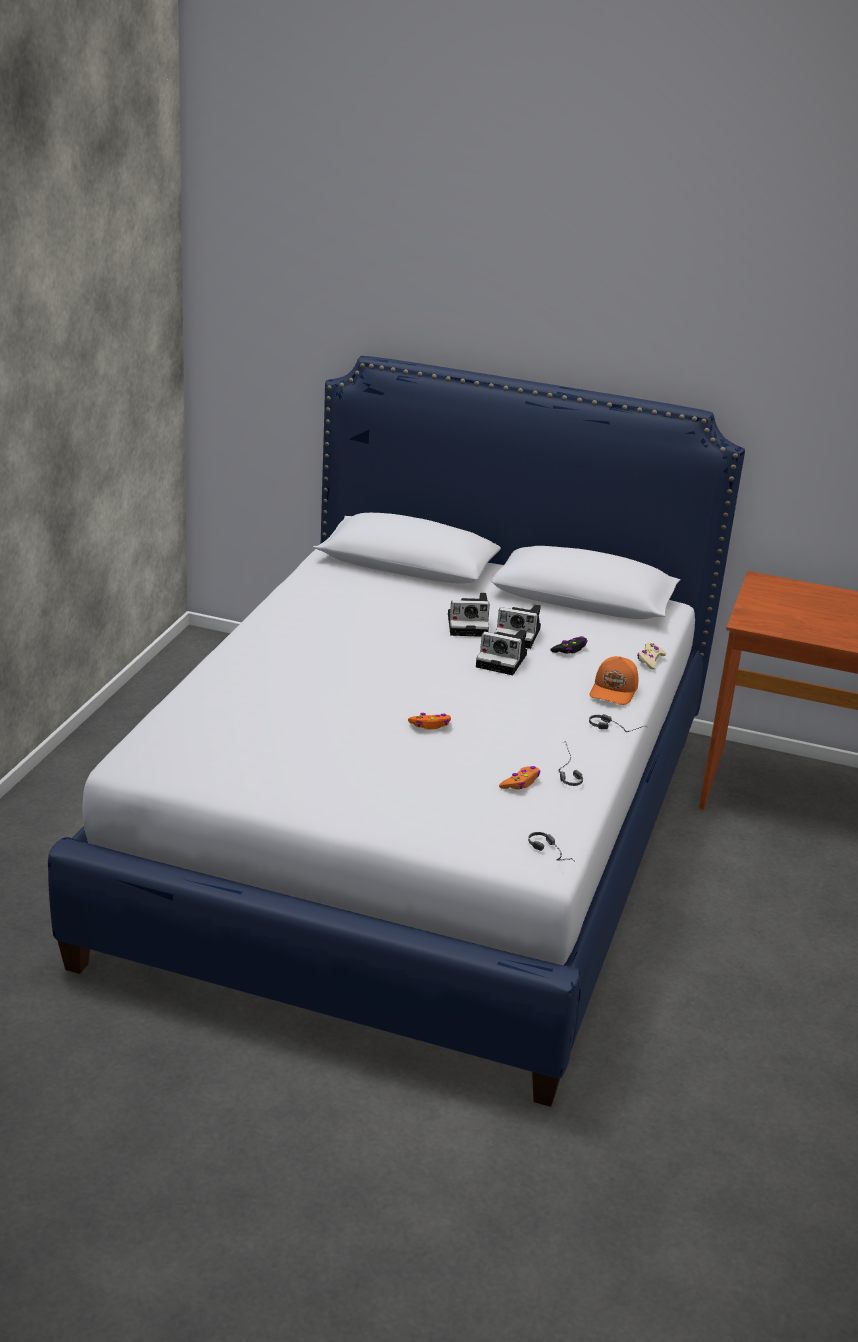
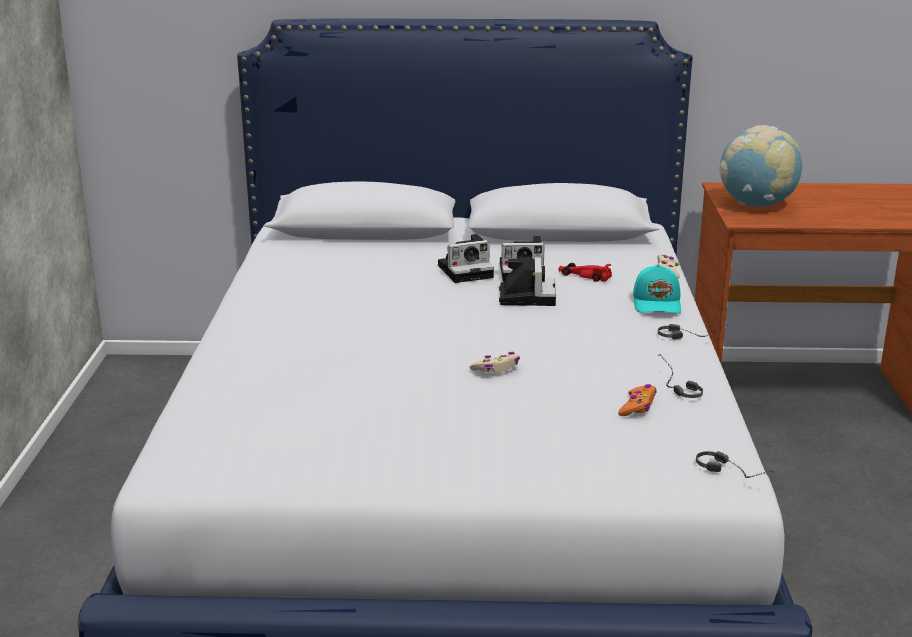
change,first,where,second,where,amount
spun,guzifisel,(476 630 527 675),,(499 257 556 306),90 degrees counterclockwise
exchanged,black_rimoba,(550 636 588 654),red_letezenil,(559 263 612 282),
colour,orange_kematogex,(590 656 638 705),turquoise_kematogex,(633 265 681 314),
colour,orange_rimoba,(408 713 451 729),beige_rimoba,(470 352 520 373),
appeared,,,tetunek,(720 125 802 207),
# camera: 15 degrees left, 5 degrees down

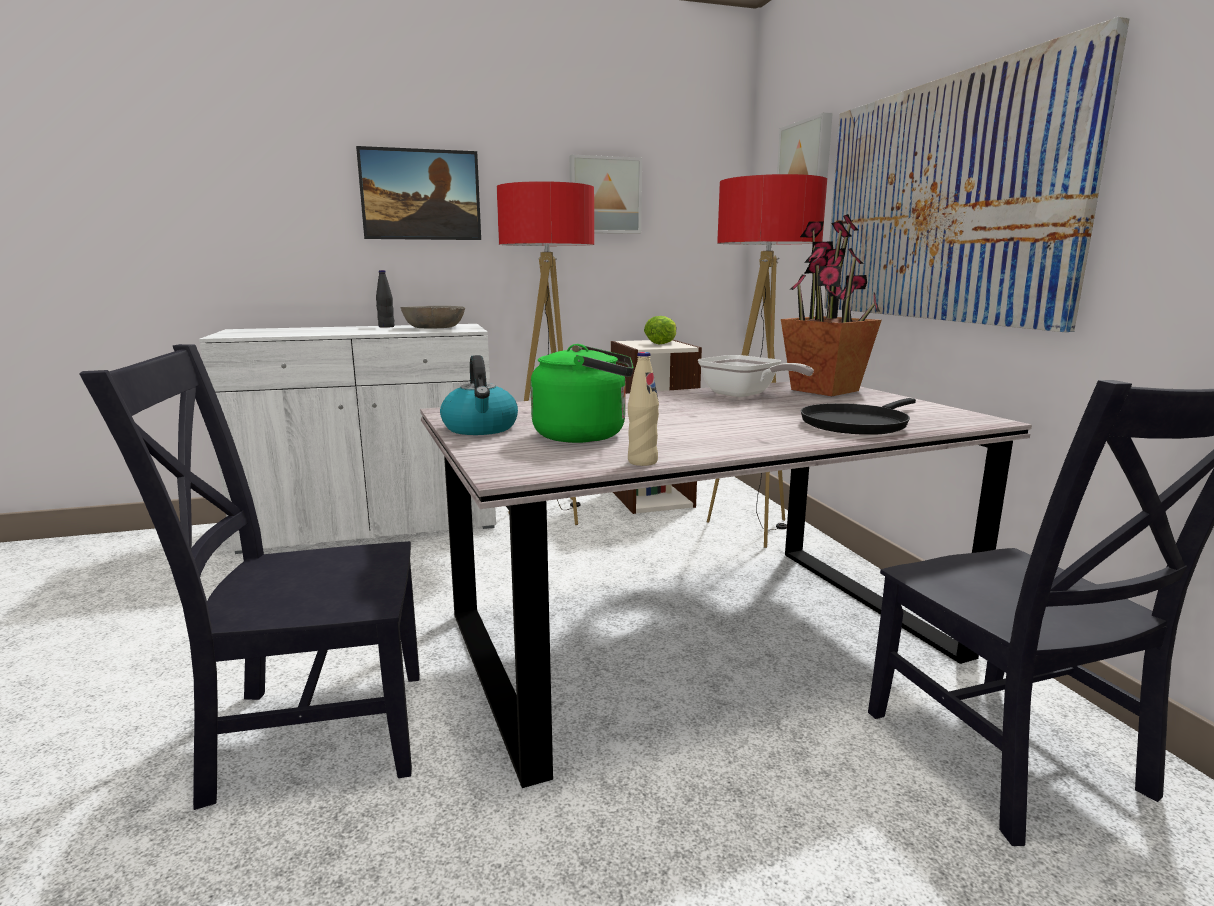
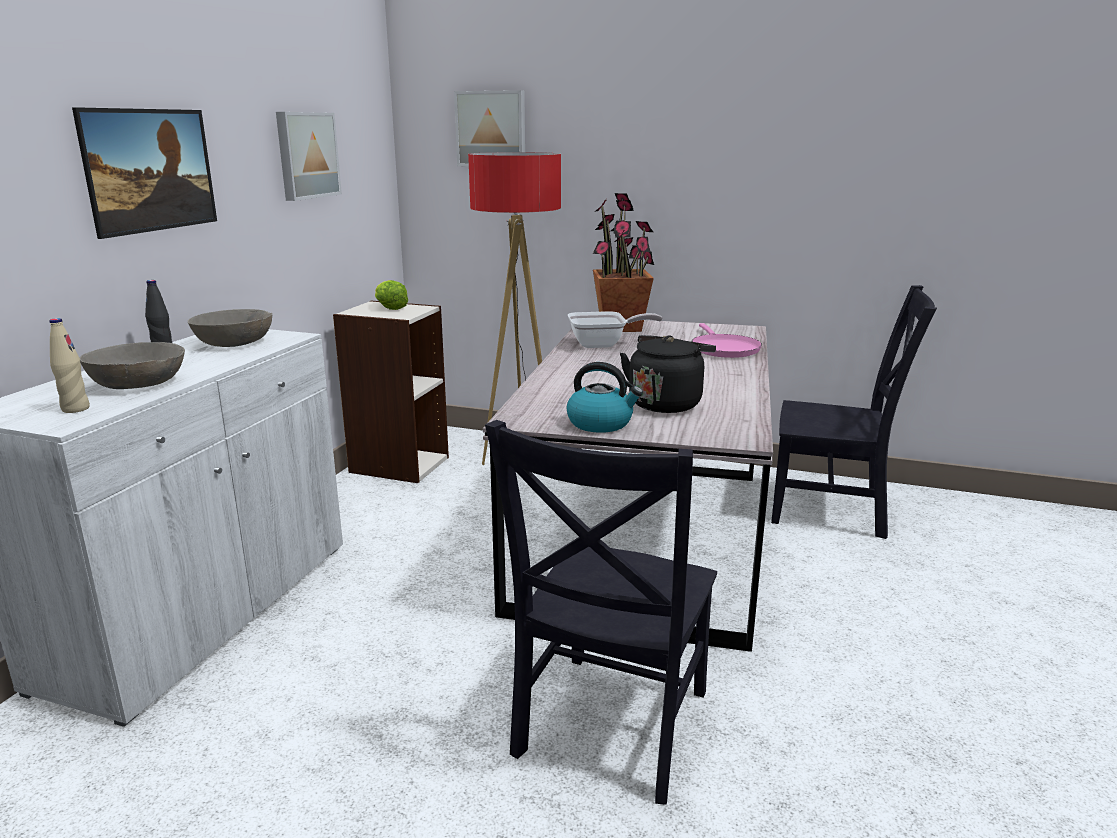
change,first,where,second,where,amount
missing,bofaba,(824 17 1130 332),,,
missing,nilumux,(497 181 594 525),,,
colour,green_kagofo,(530 344 634 443),black_kagofo,(620 335 716 413),
relocated,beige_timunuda,(628 352 659 466),,(50 318 90 413),
colour,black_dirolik,(801 398 916 435),pink_dirolik,(692 323 762 358),
appeared,,,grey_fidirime,(79 342 185 389),
# camera: 55 degrees left, 5 degrees up

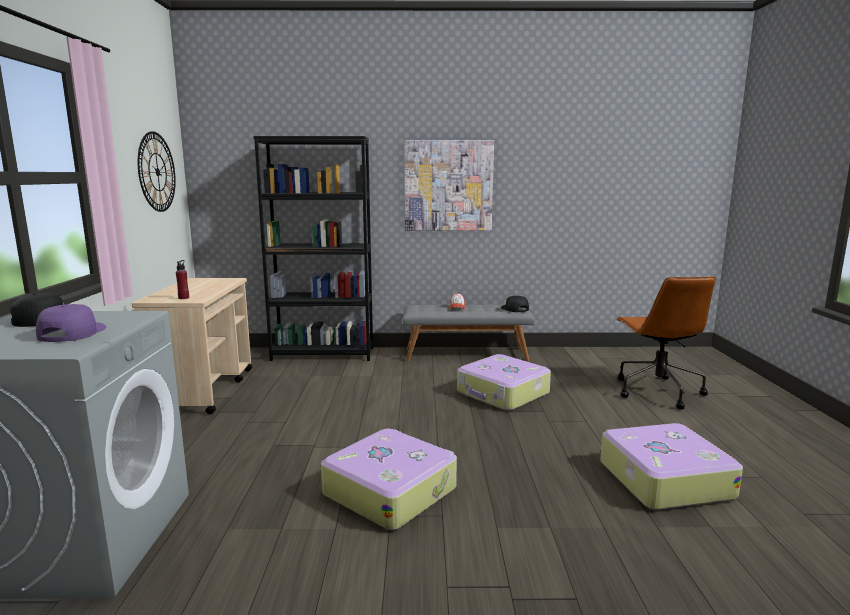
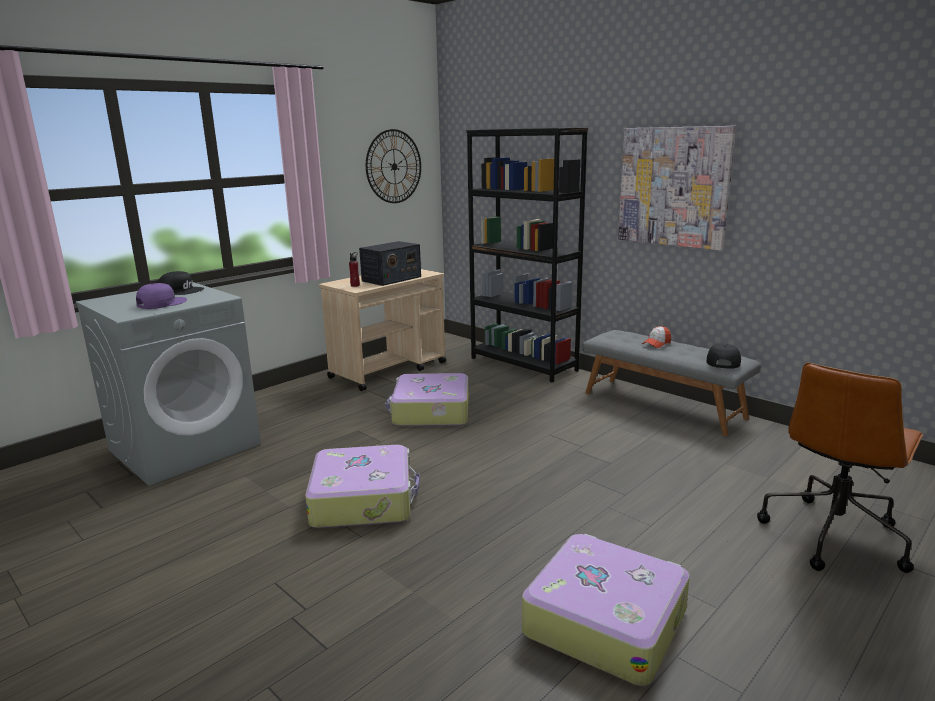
change,first,where,second,where,amount
relocated,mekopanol,(457 354 551 411),,(385 373 469 427),
appeared,,,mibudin,(359 241 421 286),
# camera: 45 degrees right, 5 degrees up

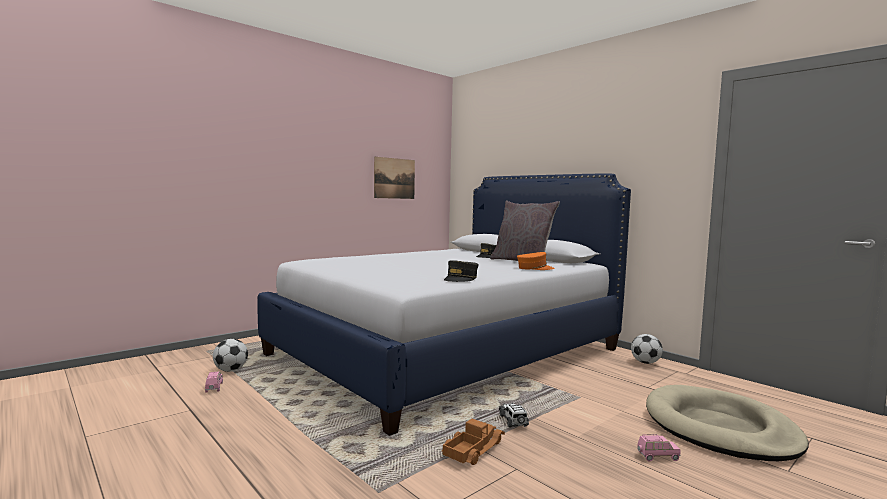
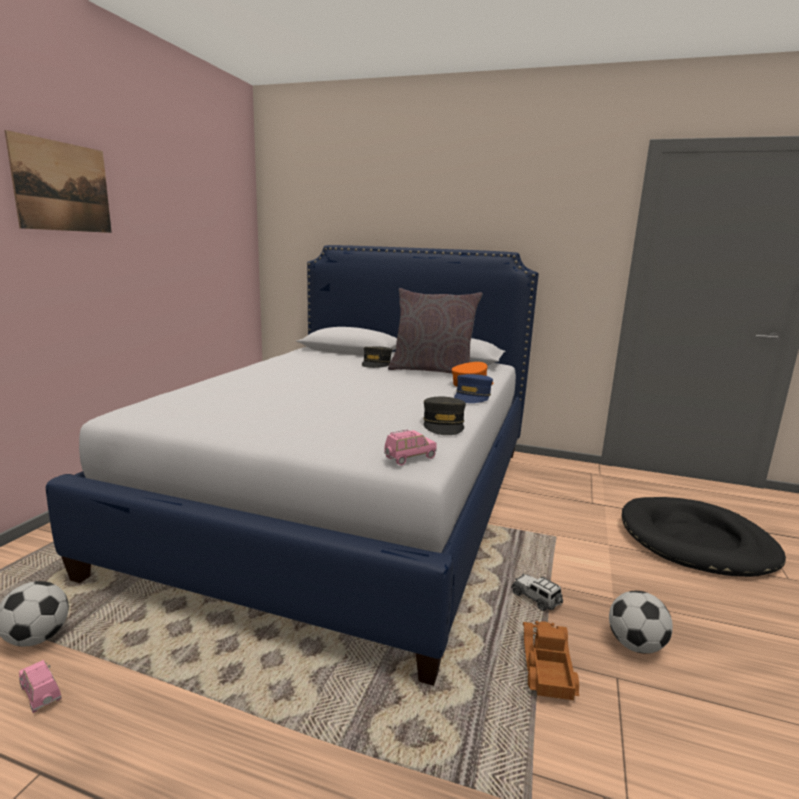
change,first,where,second,where,amount
relocated,bofaba,(374 157 415 199),,(5 130 112 233),
relocated,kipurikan,(631 334 663 364),,(609 591 673 654),
colour,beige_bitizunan,(646 385 809 461),black_bitizunan,(622 497 786 577),
relocated,pink_letezenil,(637 434 681 462),,(384 430 437 466),
appeared,,,blue_kematogex,(454 374 493 403),
# camera: 30 degrees left, 10 degrees up

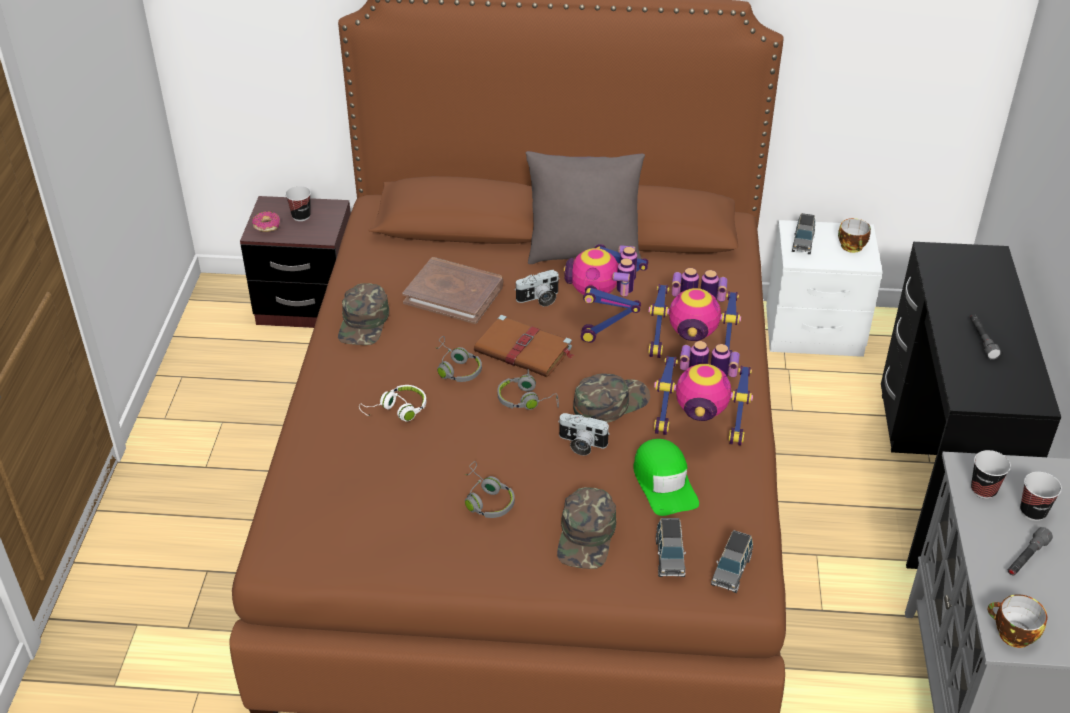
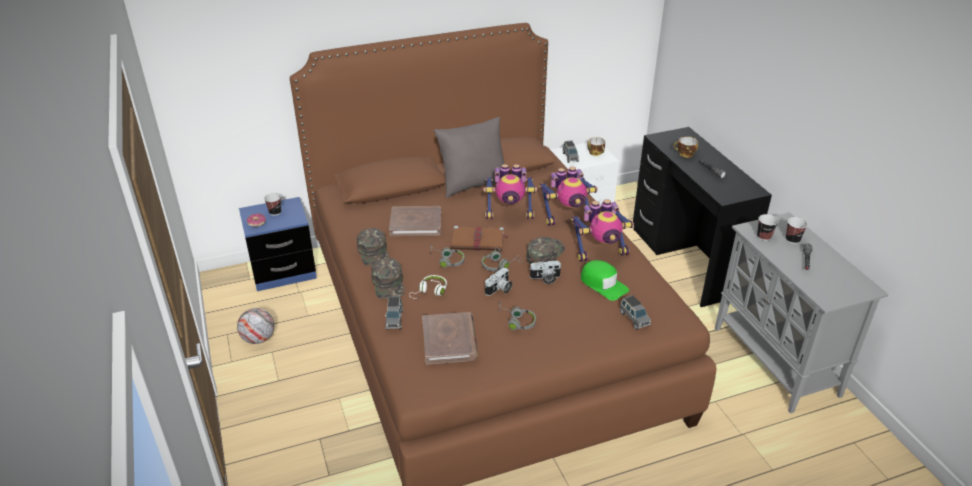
change,first,where,second,where,amount
colour,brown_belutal,(240 196 351 328),blue_belutal,(239 197 317 291),
spun,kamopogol,(563 244 648 343),,(484 164 537 219),75 degrees counterclockwise
relocated,guzifisel,(516 270 558 306),,(485 267 512 296),
relocated,green_kematogex,(557 487 616 569),,(371 258 405 299),
relocated,grey_letezenil,(711 530 753 593),,(385 296 403 330),
relocated,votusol,(988 594 1047 648),,(673 136 698 158),
appeared,,,kipurikan,(237 308 274 344),
appeared,,,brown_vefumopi,(422 312 478 364),
# camera: 25 degrees left, 5 degrees down

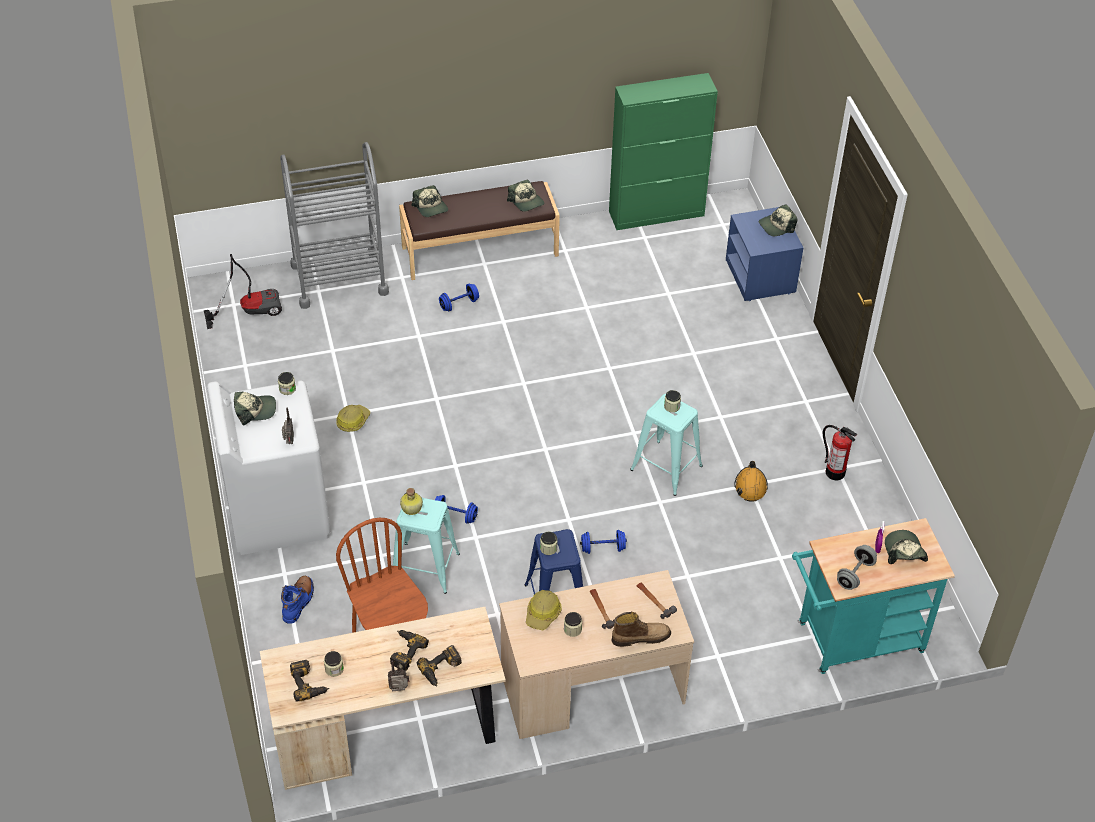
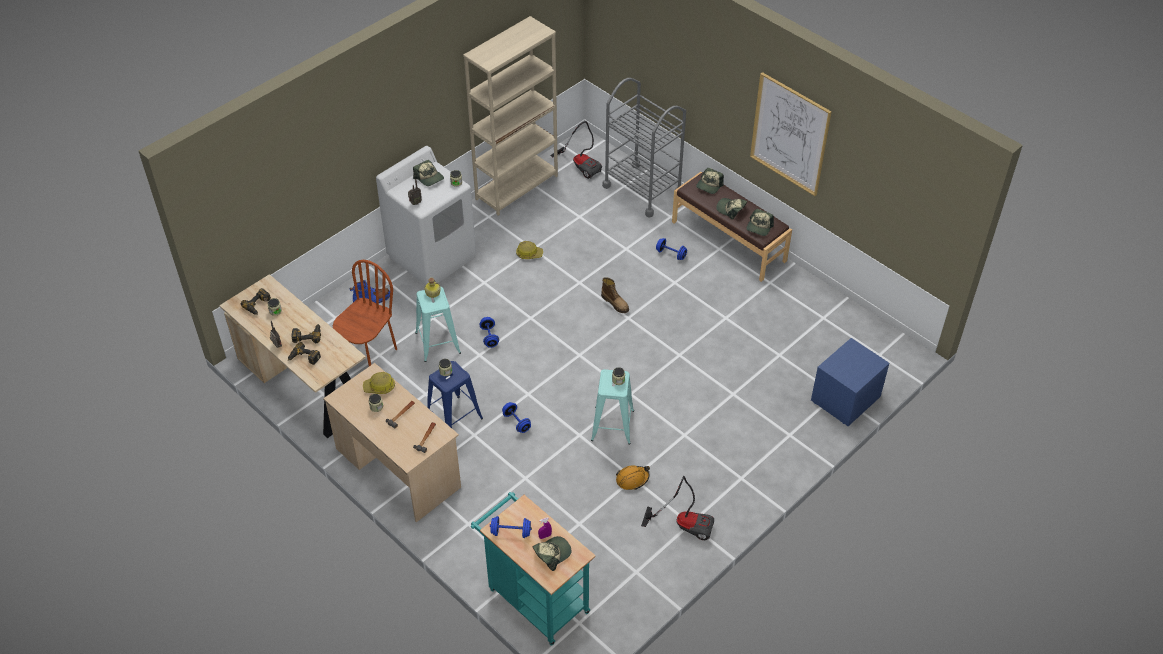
change,first,where,second,where,amount
missing,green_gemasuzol,(609 73 718 230),,,
relocated,kematogex,(759 204 798 236),,(716 198 747 220),
exchanged,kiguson,(823 425 858 480),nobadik,(641 476 714 540),
colour,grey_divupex,(837 545 877 590),blue_divupex,(490 516 532 538),
relocated,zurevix,(611 612 671 647),,(601 277 629 313),
appeared,,,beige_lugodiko,(463 16 558 216),
appeared,,,bofaba,(750 72 832 196),
# camera: 60 degrees right, 0 degrees up

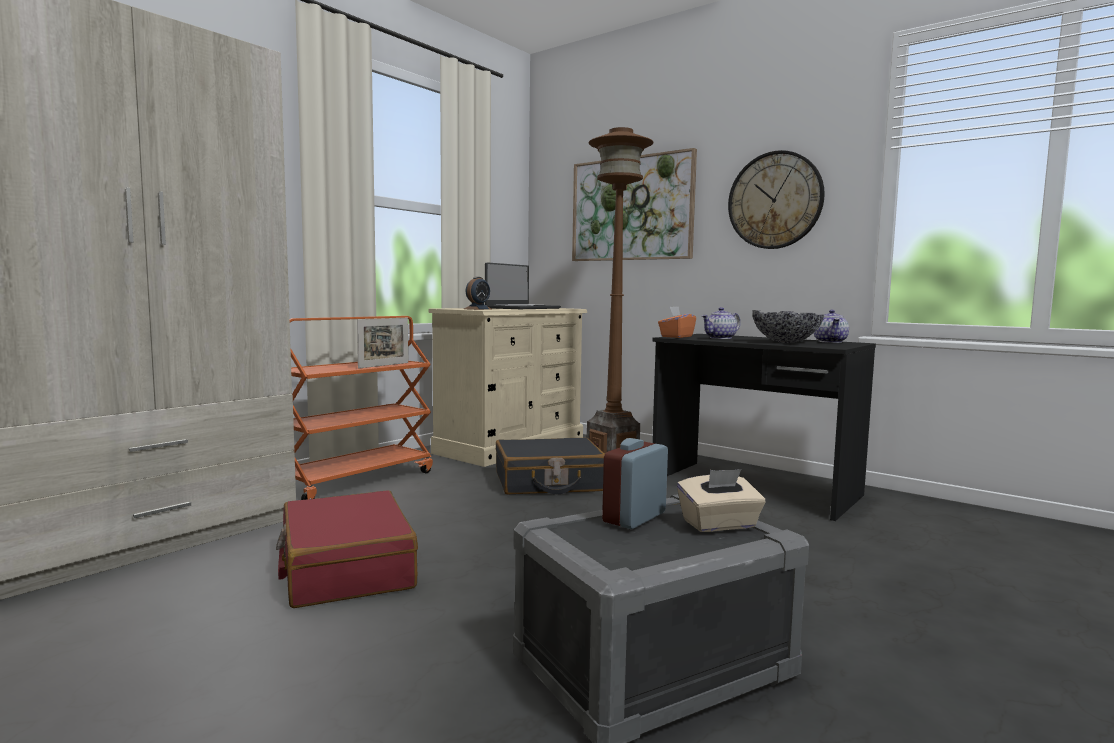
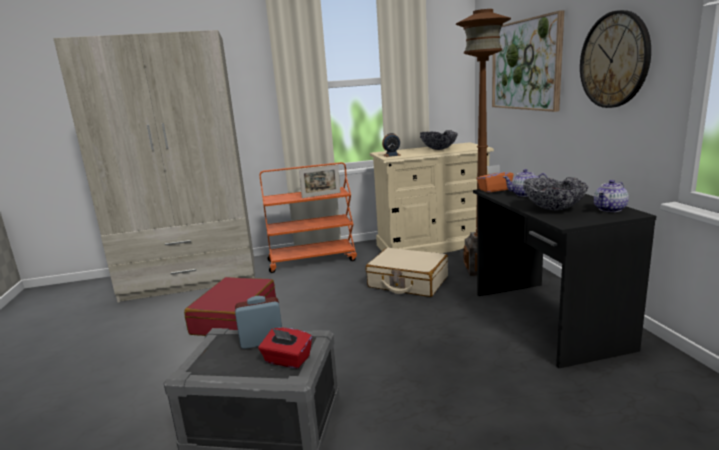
change,first,where,second,where,amount
exchanged,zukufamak,(485 262 561 309),fidirime,(420 130 458 150),
colour,black_mekopanol,(496 438 605 494),beige_mekopanol,(366 248 448 297),
colour,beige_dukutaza,(677 469 765 532),red_dukutaza,(259 328 312 368),
# camera: 40 degrees right, 10 degrees up

